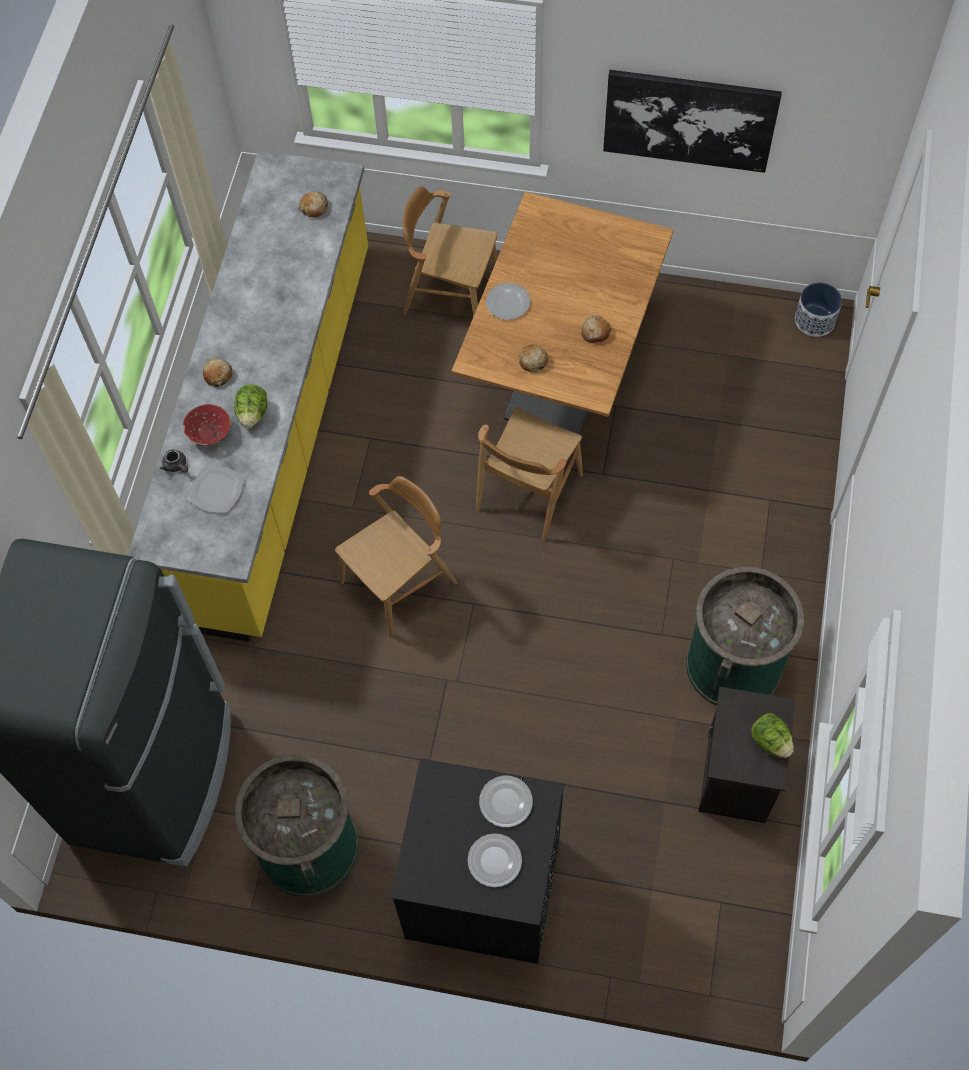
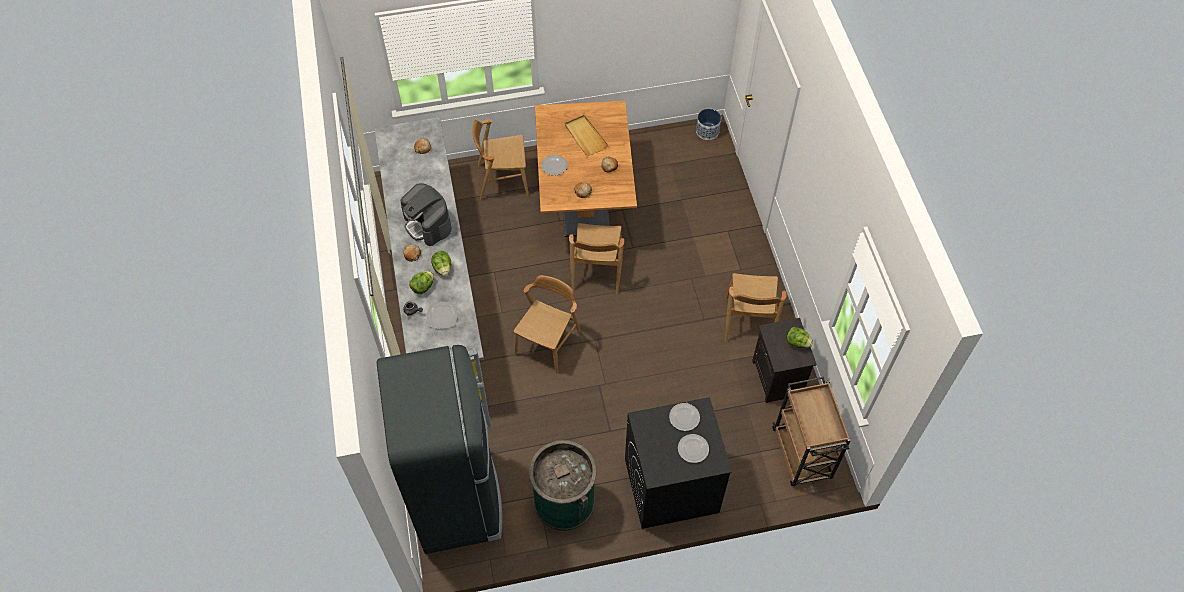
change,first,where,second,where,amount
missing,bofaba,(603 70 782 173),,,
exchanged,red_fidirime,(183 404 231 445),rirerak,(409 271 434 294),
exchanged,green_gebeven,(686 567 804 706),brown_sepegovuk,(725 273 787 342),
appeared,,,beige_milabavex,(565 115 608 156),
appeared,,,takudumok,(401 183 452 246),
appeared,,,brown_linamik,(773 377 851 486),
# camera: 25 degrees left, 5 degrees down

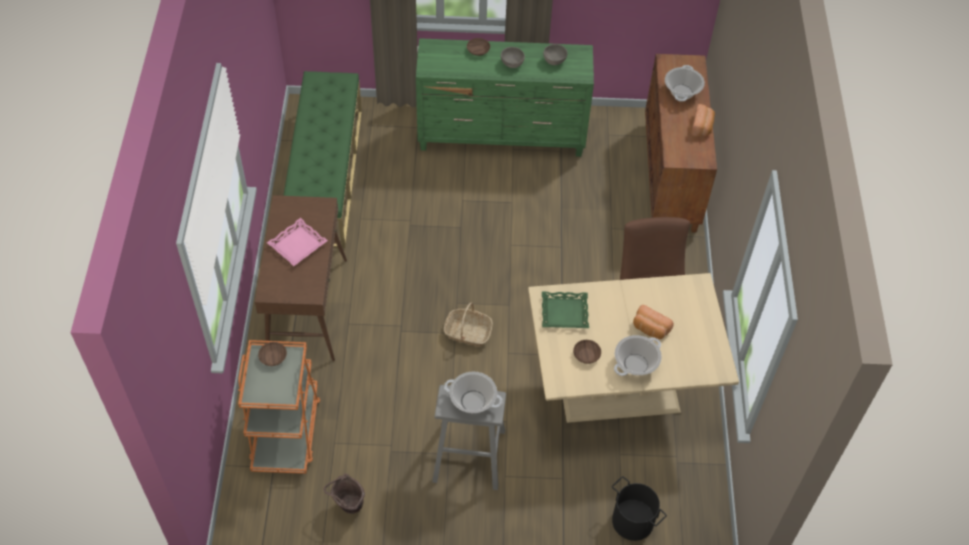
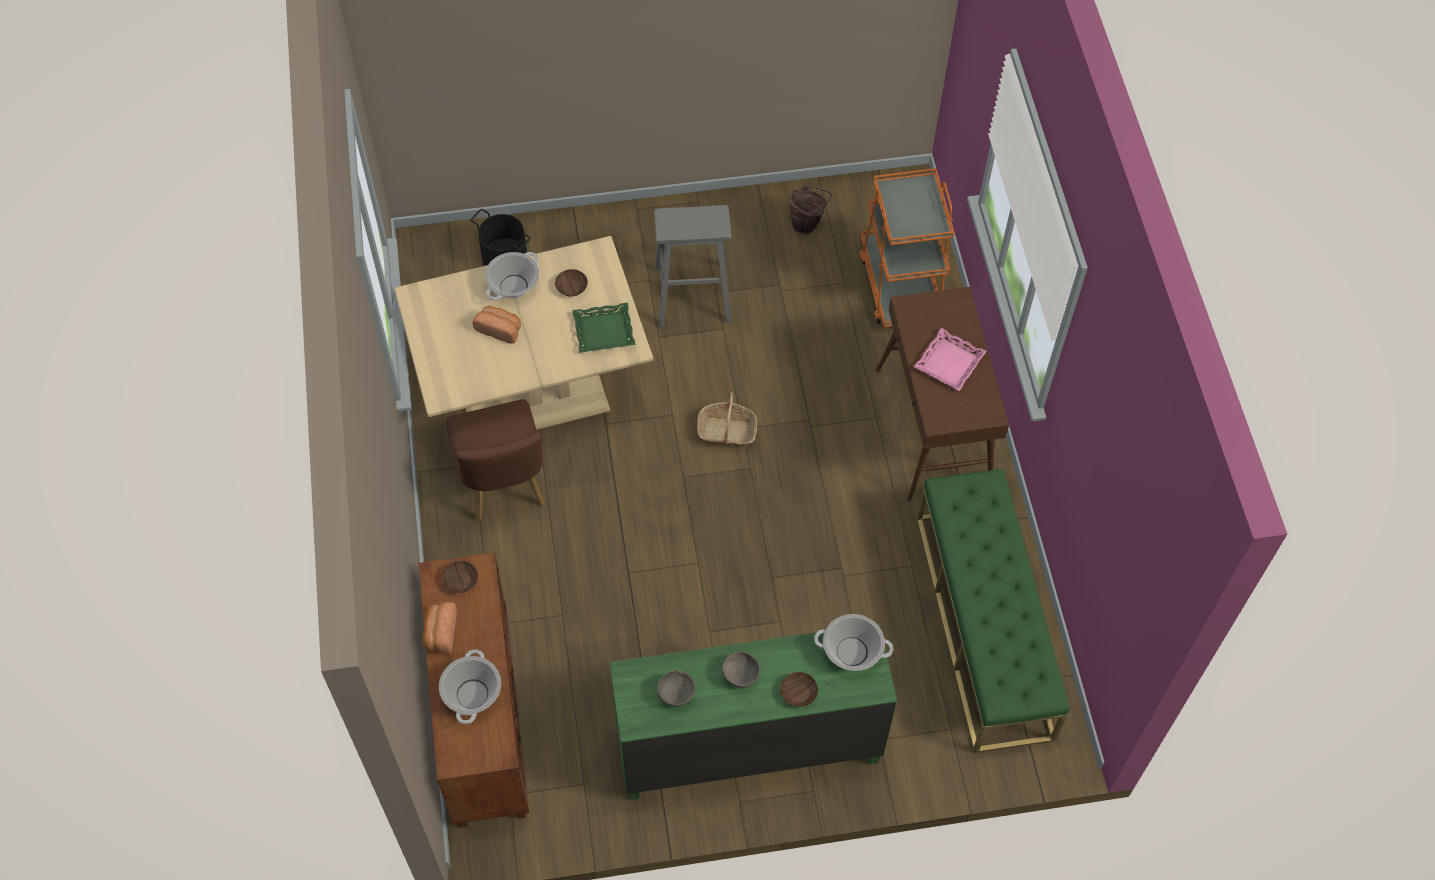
change,first,where,second,where,amount
relocated,brown_fidirime,(258 342 287 366),,(442 561 478 593),
relocated,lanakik,(444 372 503 413),,(814 614 893 671),
# camera: 170 degrees right, 5 degrees up

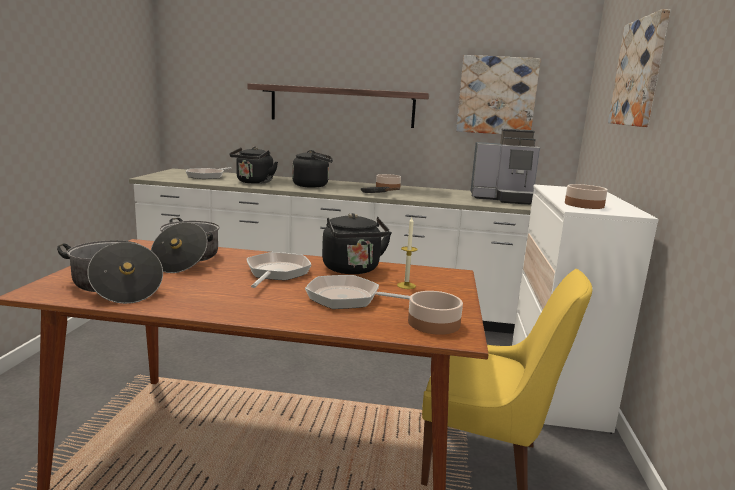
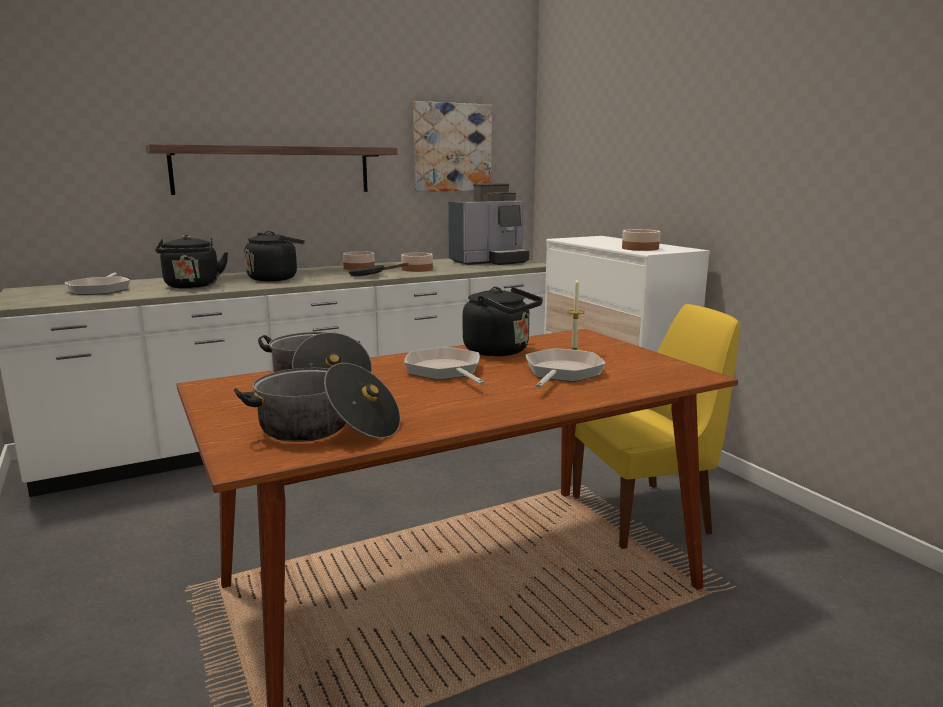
change,first,where,second,where,amount
missing,bofaba,(608 9 670 127),,,
spun,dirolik,(305 275 410 309),,(526 348 606 388),135 degrees clockwise
relocated,fidirime,(408 291 463 335),,(401 253 433 272),
# camera: 35 degrees left, 0 degrees up

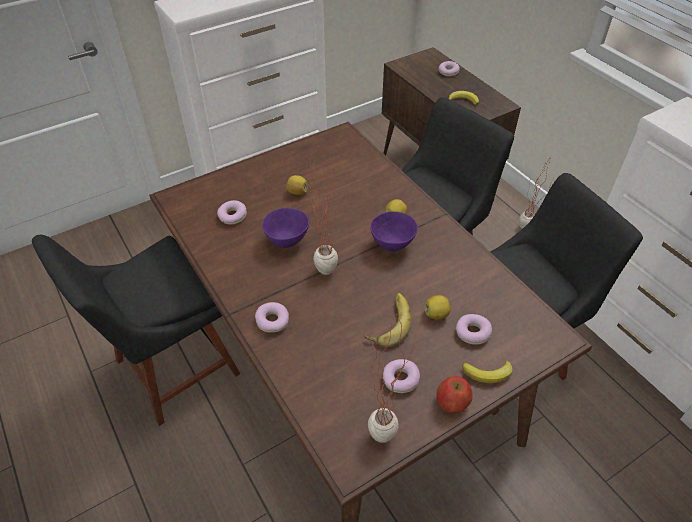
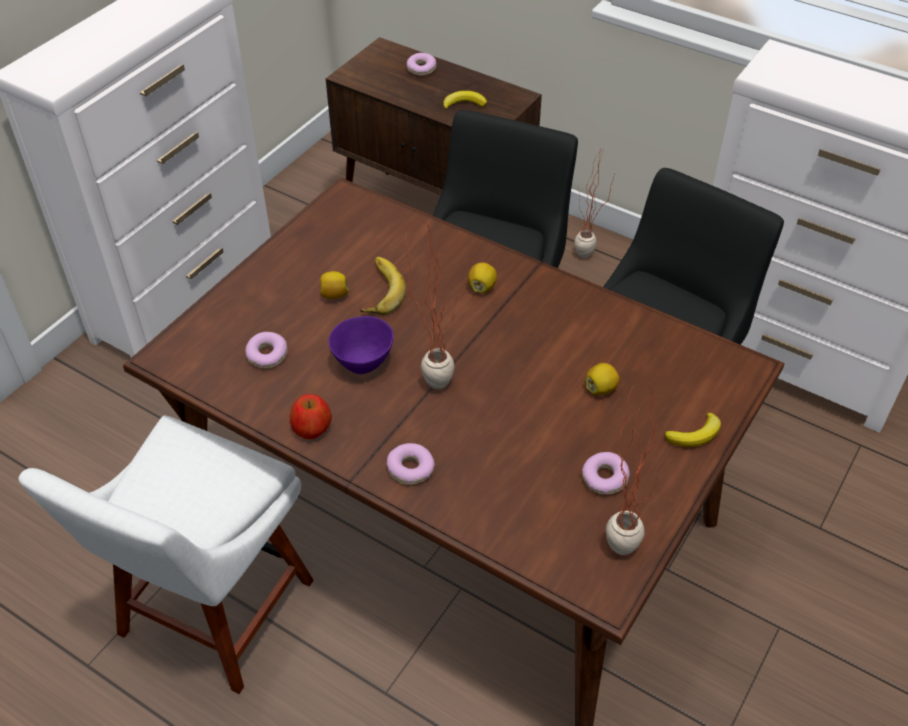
change,first,where,second,where,amount
missing,purple_fidirime,(370 211 418 251),,,
colour,black_sepegovuk,(32 235 240 426),white_sepegovuk,(18 416 314 694),
relocated,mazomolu,(365 293 412 347),,(360 257 406 315),
missing,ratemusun,(456 314 492 345),,,
relocated,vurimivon,(437 376 472 413),,(290 394 332 439),
# camera: 25 degrees left, 0 degrees up

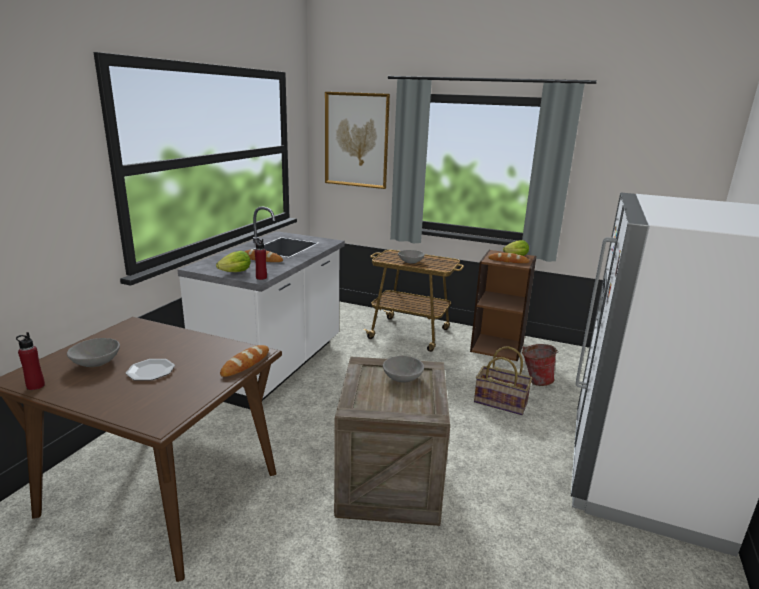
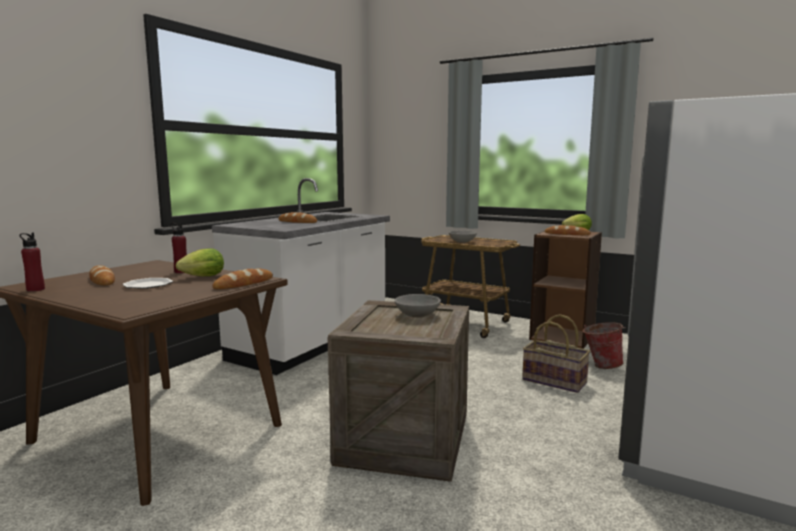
change,first,where,second,where,amount
missing,bofaba,(325 92 390 189),,,
relocated,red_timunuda,(254 238 267 280),,(171 223 187 273),
relocated,rirerak,(216 251 251 272),,(176 248 224 276),
exchanged,grey_fidirime,(67 338 120 367),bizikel,(89 265 115 285),
# camera: 10 degrees right, 10 degrees down

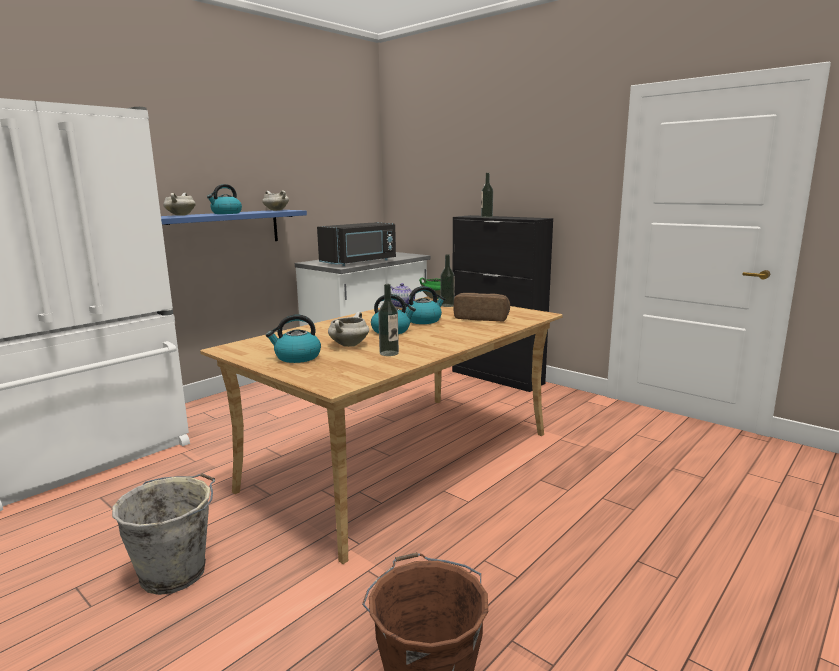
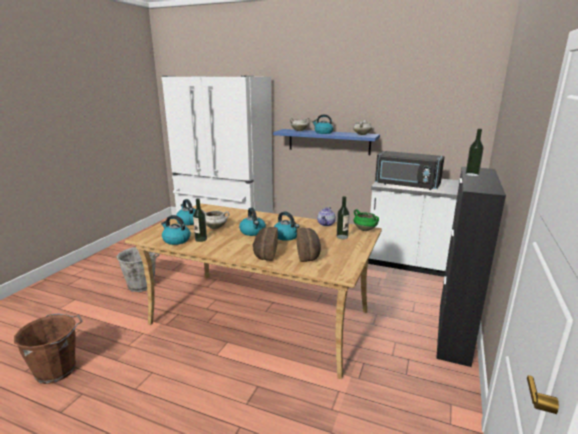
change,first,where,second,where,amount
appeared,,,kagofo,(161 215 191 245),
appeared,,,bizikel,(253 227 278 261),
# camera: 70 degrees right, 5 degrees up

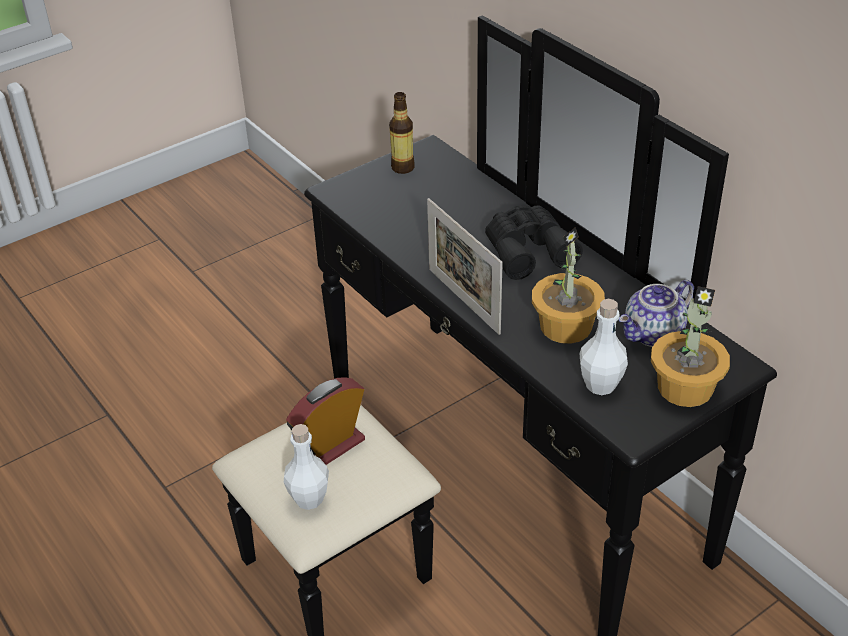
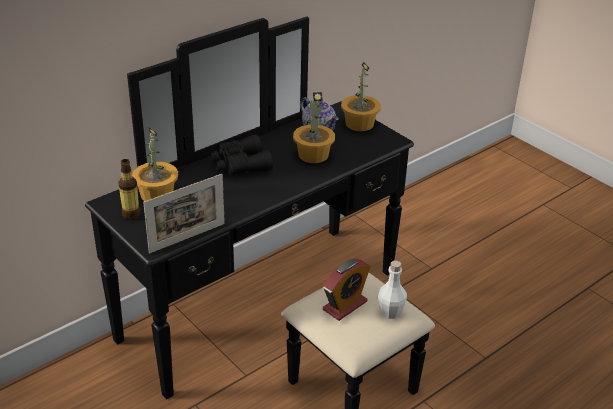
change,first,where,second,where,amount
relocated,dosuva,(427 198 503 335),,(143 174 225 253),
missing,white_timunuda,(579 299 628 395),,,
spun,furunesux,(286 377 365 465),,(323 259 370 321),90 degrees counterclockwise
appeared,,,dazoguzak,(132 127 178 201),
# camera: 95 degrees left, 5 degrees down

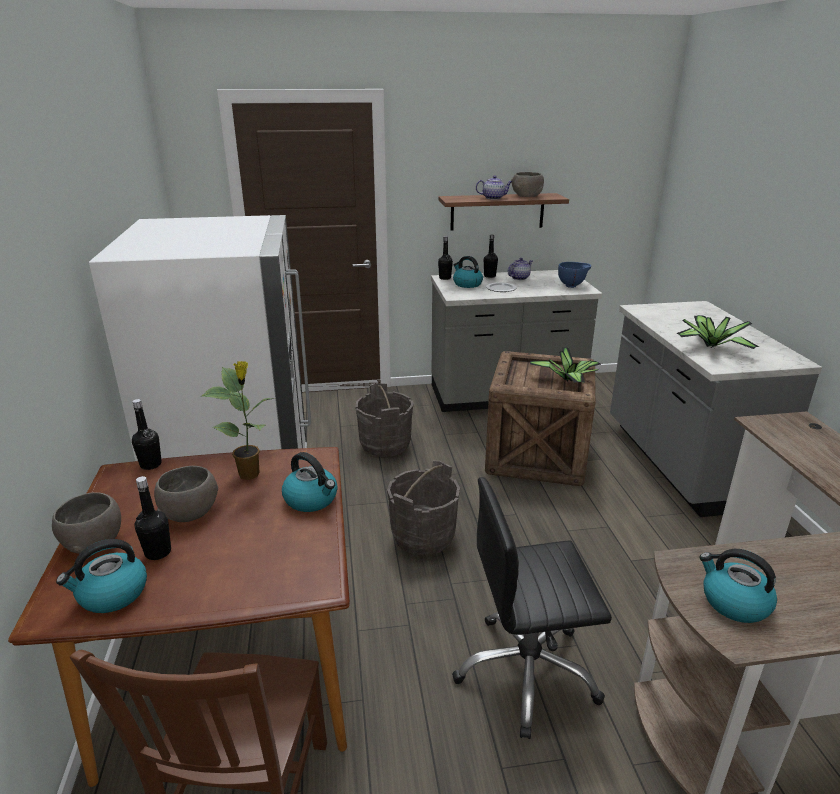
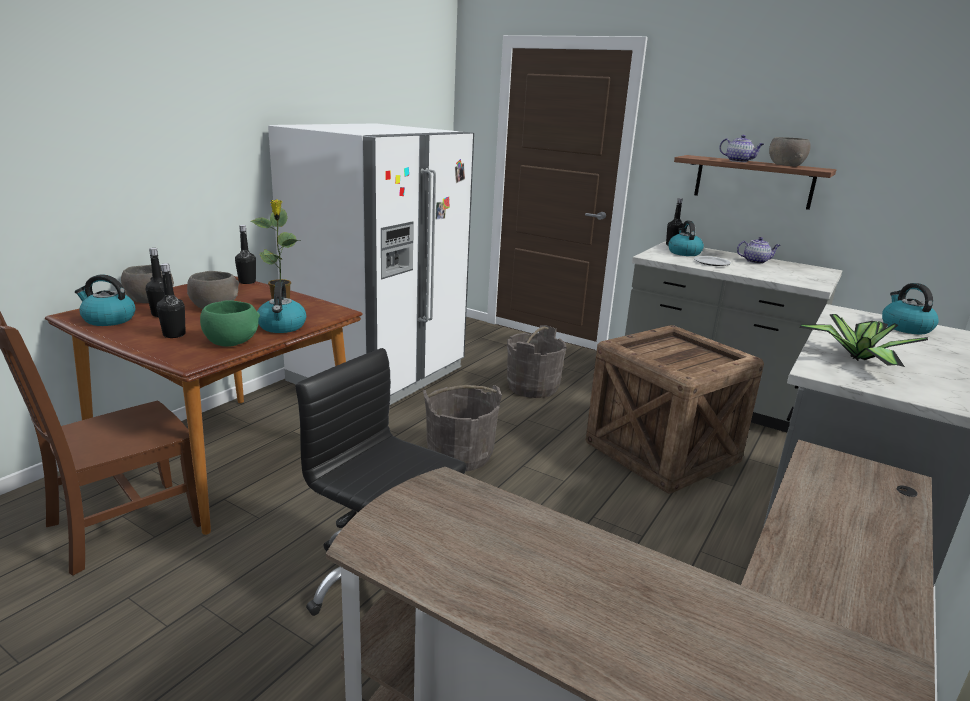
change,first,where,second,where,amount
relocated,black_timunuda,(484 235 498 278),,(157 263 186 338),
missing,blue_fidirime,(558 262 591 288),,,
missing,dazoguzak,(530 347 601 383),,,
relocated,kagofo,(700 549 777 623),,(882 283 939 334),
appeared,,,green_fidirime,(200 300 260 347),
# camera: 40 degrees right, 5 degrees down

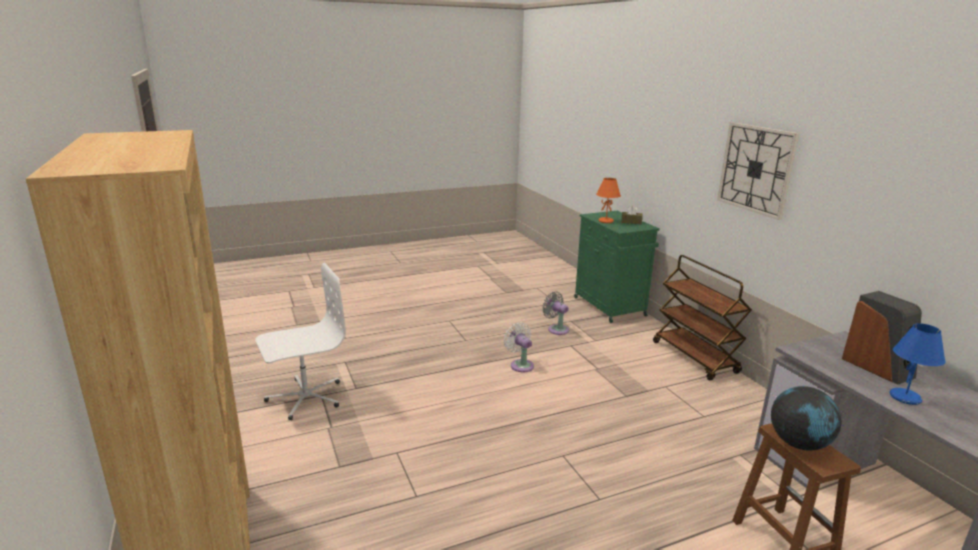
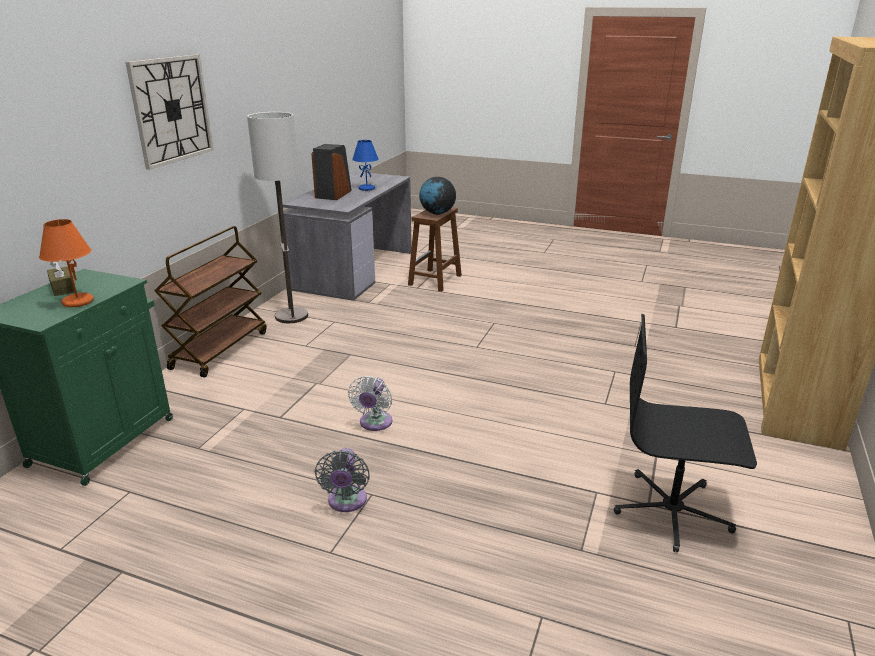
change,first,where,second,where,amount
colour,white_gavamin,(255 263 346 420),black_gavamin,(614 314 757 552),
relocated,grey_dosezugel,(542 291 569 335),,(315 448 370 512),
appeared,,,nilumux,(247 112 308 323),
# camera: 135 degrees left, 5 degrees up

